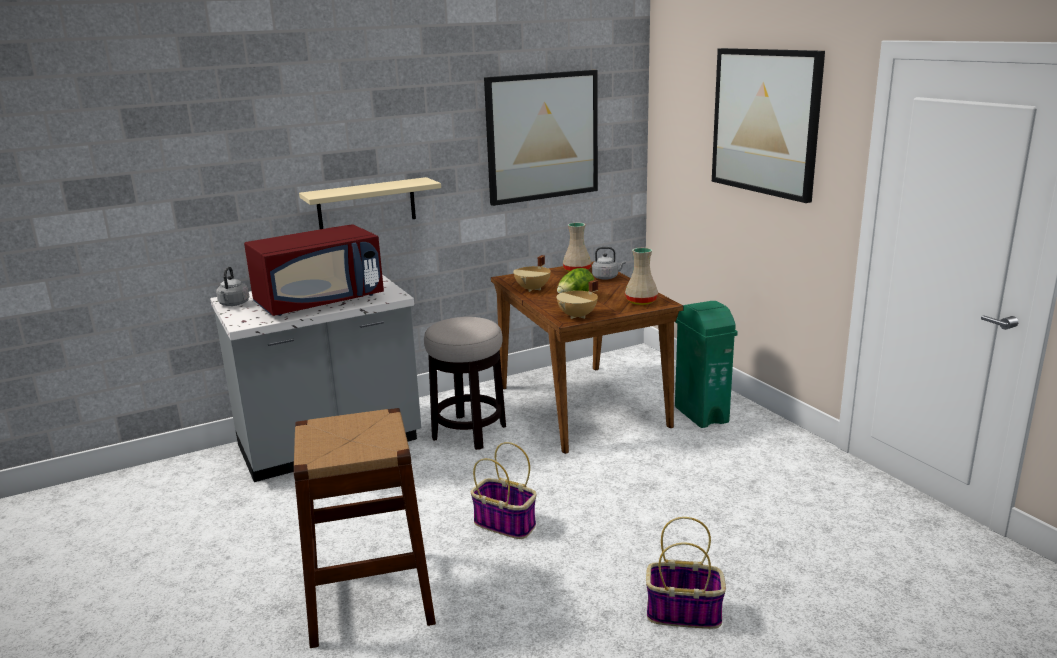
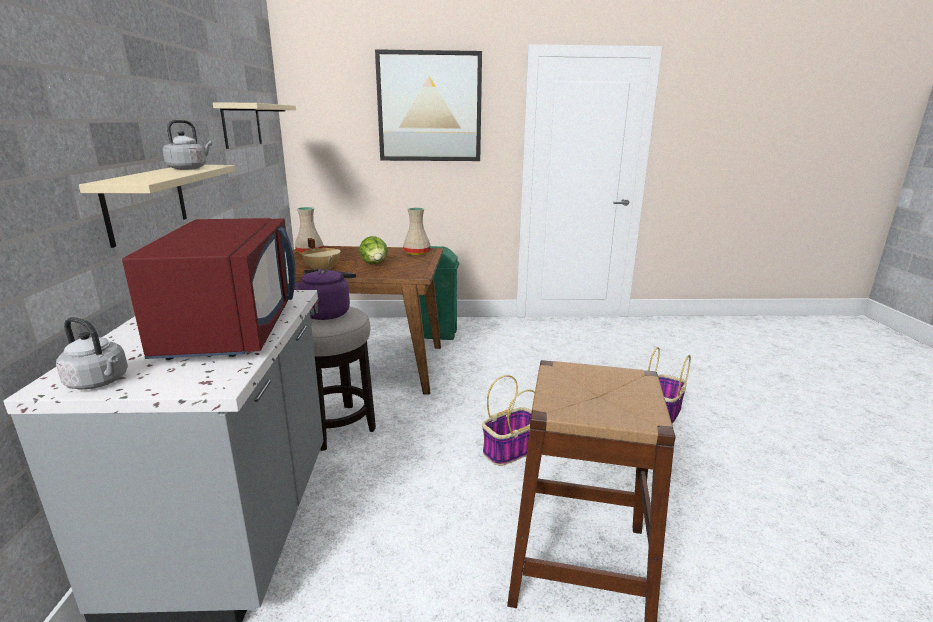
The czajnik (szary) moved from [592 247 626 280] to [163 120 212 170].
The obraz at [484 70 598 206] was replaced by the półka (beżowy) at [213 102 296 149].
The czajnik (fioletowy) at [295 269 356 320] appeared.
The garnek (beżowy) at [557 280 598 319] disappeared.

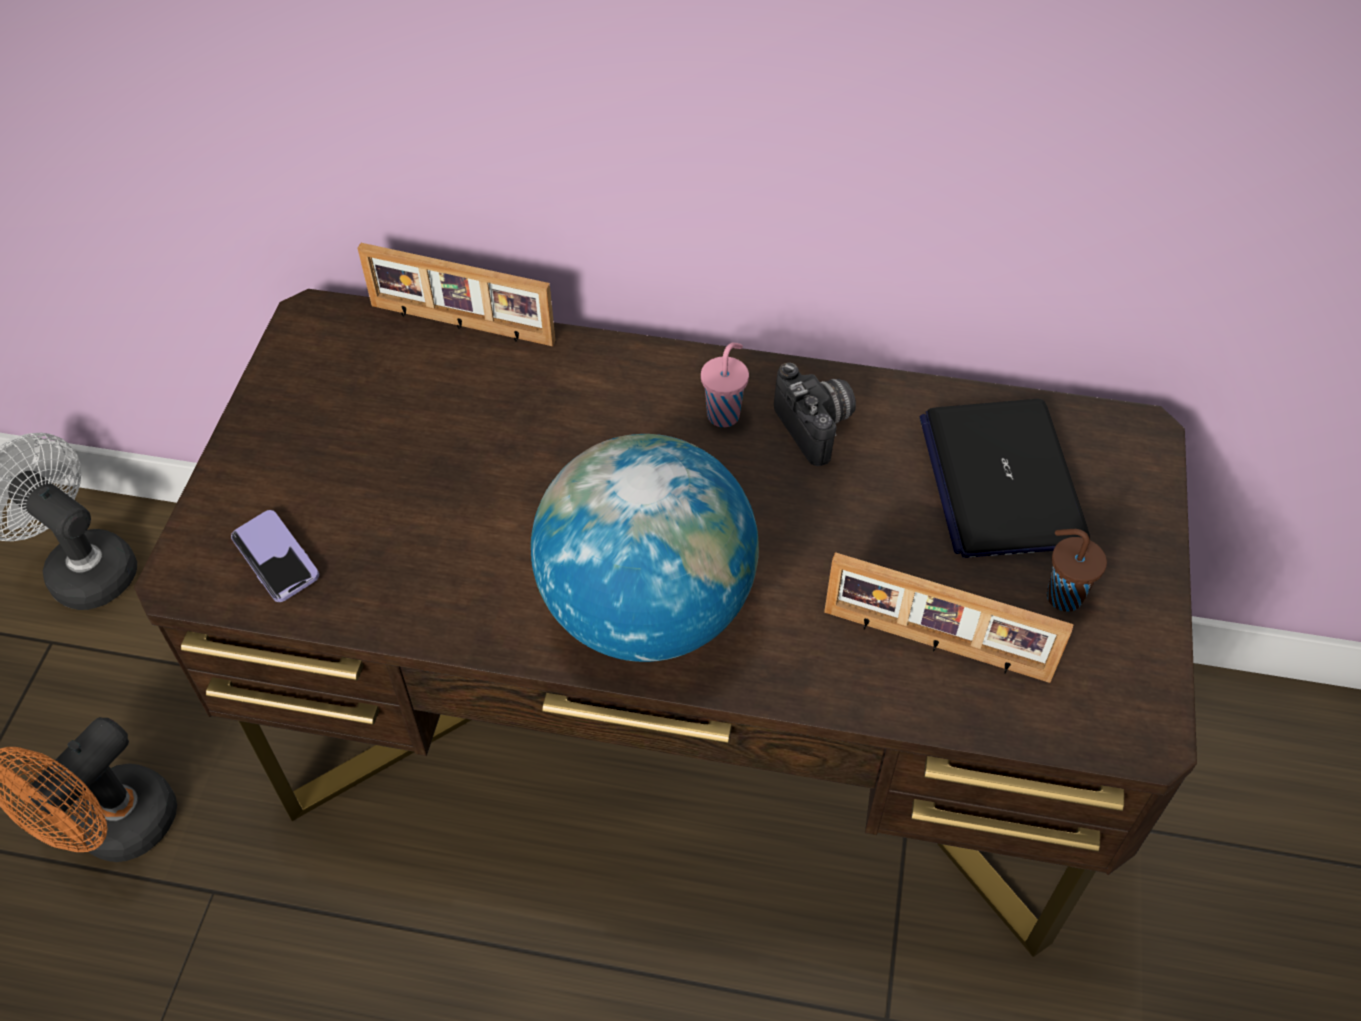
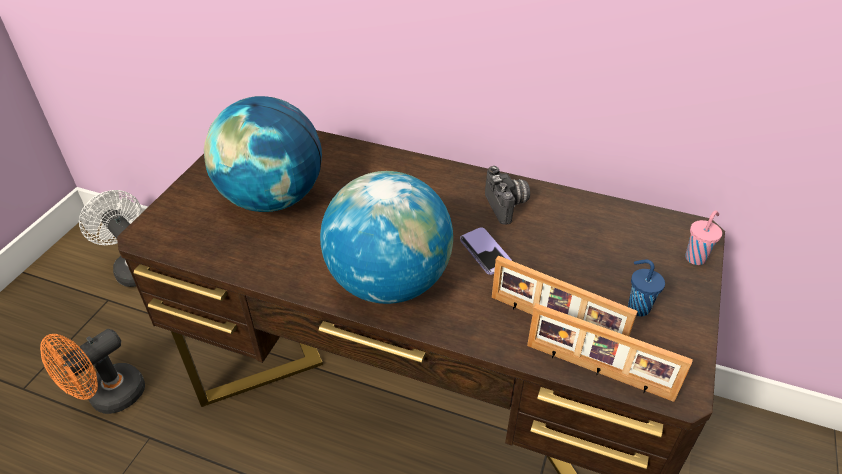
The globus at [204 96 322 212] appeared.
The telefon moved from [231 510 319 602] to [460 228 512 275].
The ramka na zdjęcie moved from [358 243 556 346] to [527 303 693 402].
The filiżanka (brązowy) at [1047 529 1107 612] became the filiżanka (niebieski) at [628 259 665 316].
The filiżanka (różowy) moved from [701 343 749 427] to [685 211 722 265].
The laptop at [920 399 1090 558] disappeared.

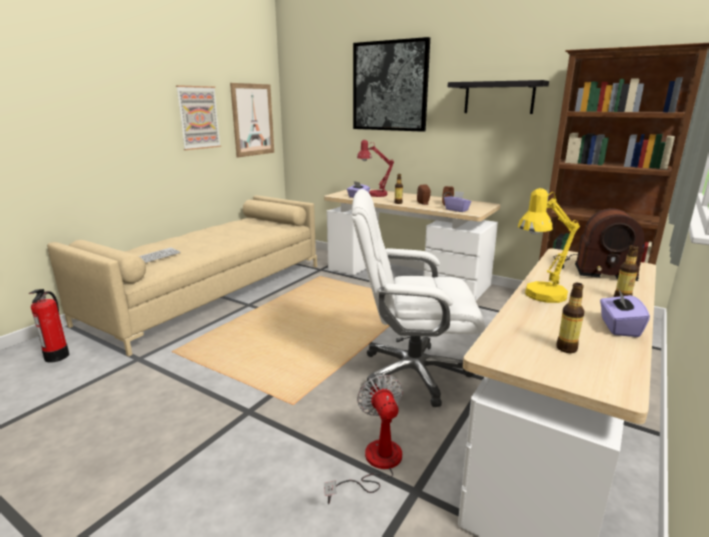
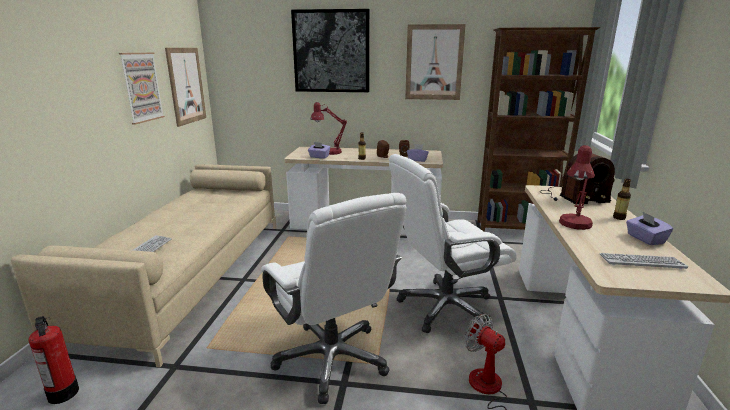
The krzesło biurowe (biały) at [261 193 406 404] appeared.
The półka (czarny) at [448 80 549 114] was replaced by the obraz at [405 24 466 100].
The lampa stołowa (żółty) at [518 188 580 303] became the lampa stołowa (czerwony) at [559 145 595 230].
The butelka at [556 283 585 353] was replaced by the klawiatura at [599 253 688 270].

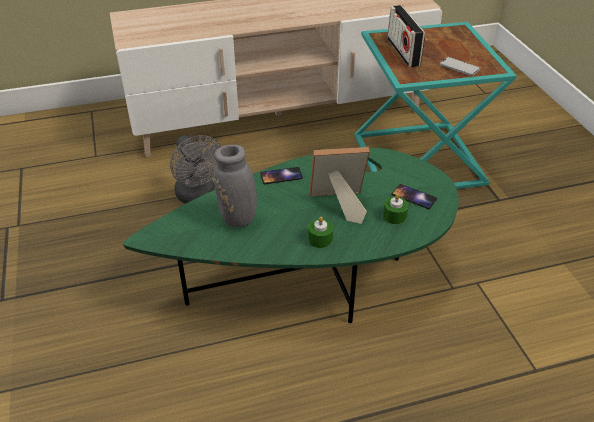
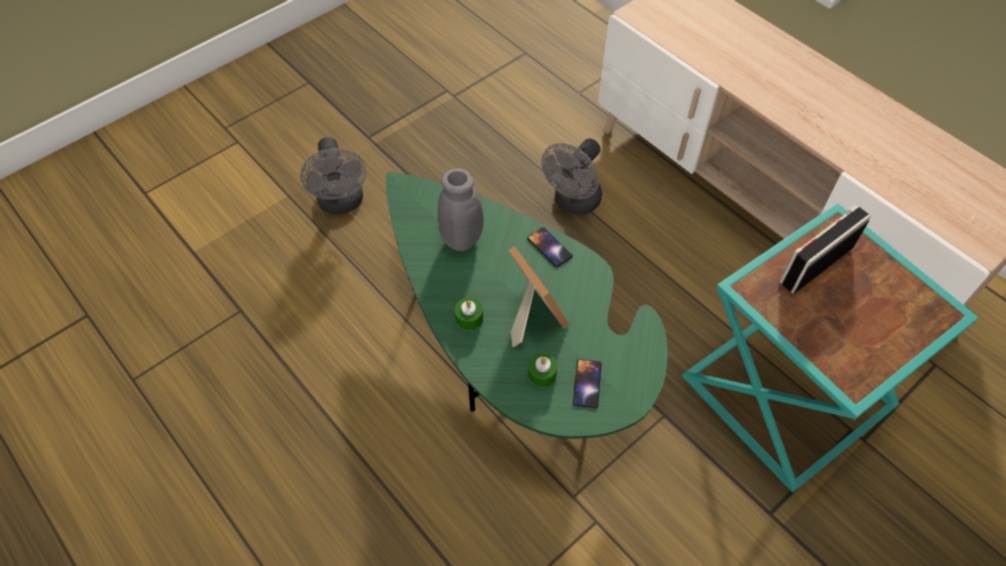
The wentylator (szary) at [300 137 366 214] appeared.
The telefon at [439 57 480 76] disappeared.

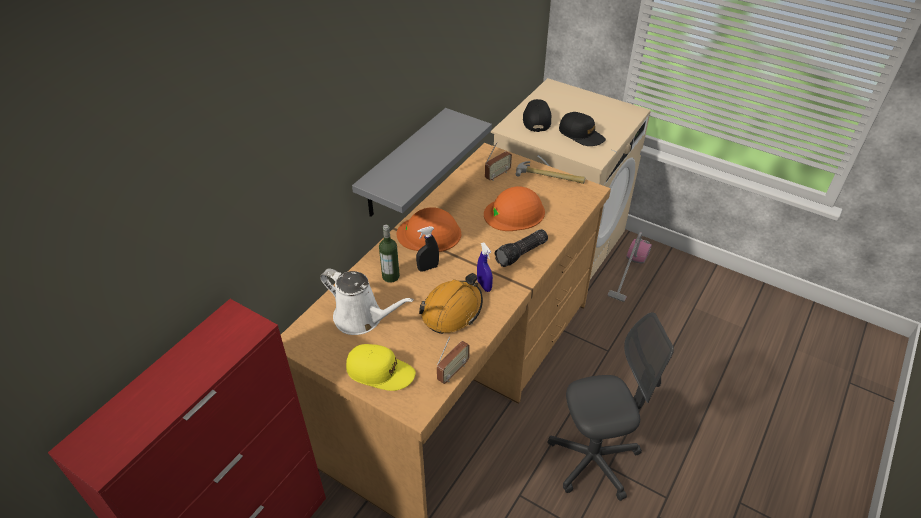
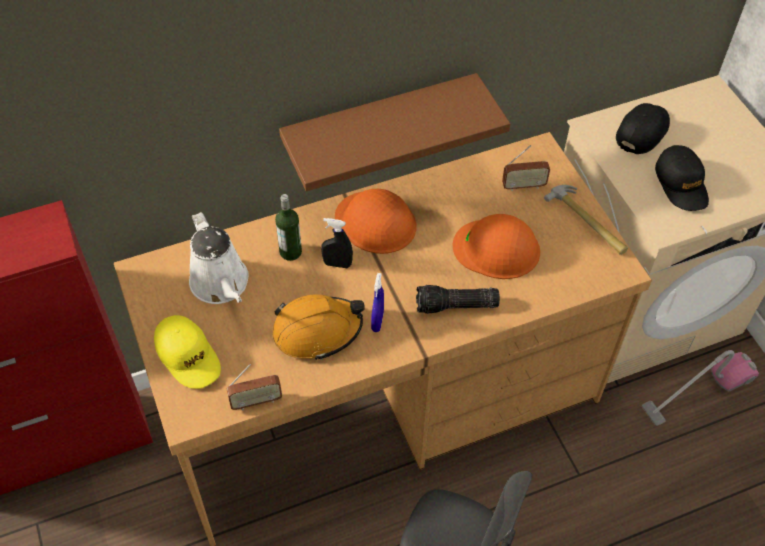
The półka (szary) at [352 108 492 217] became the półka (brązowy) at [279 73 510 191].

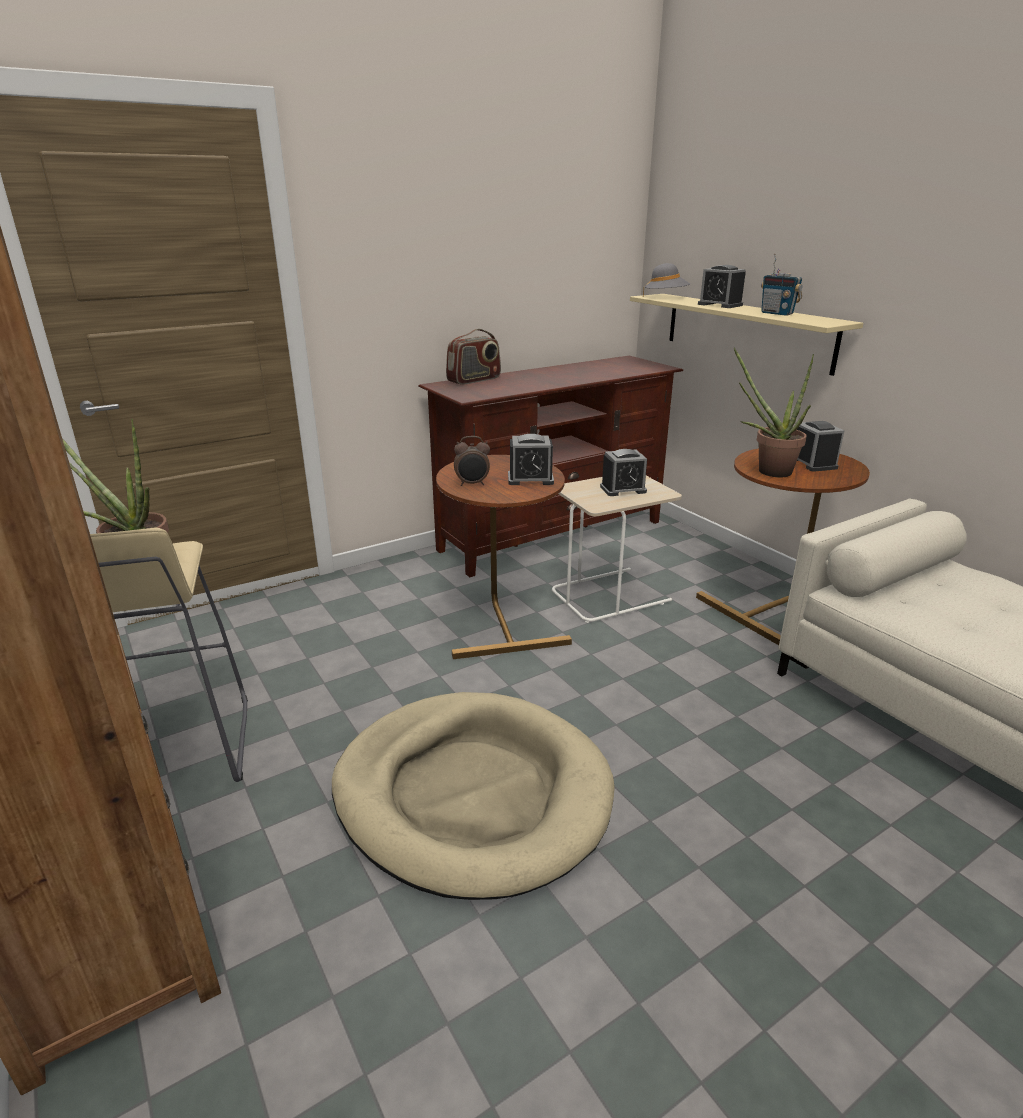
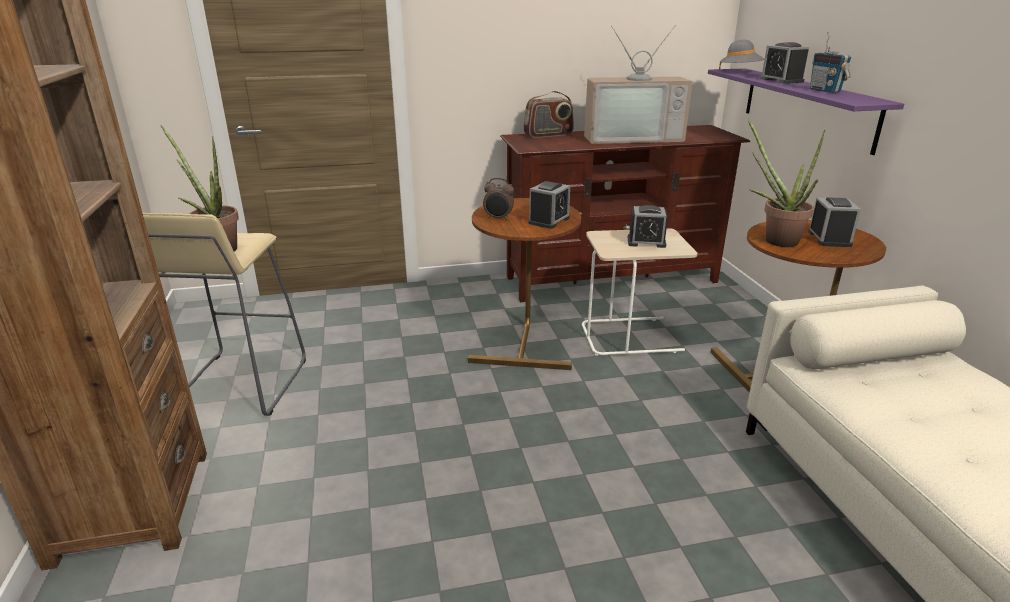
The budzik at [508 434 554 485] turned 75 degrees counterclockwise.
The telewizor at [584 25 692 144] appeared.
The półka (beżowy) at [630 294 863 376] became the półka (fioletowy) at [708 68 904 155].
The legowisko (beżowy) at [332 692 615 900] disappeared.

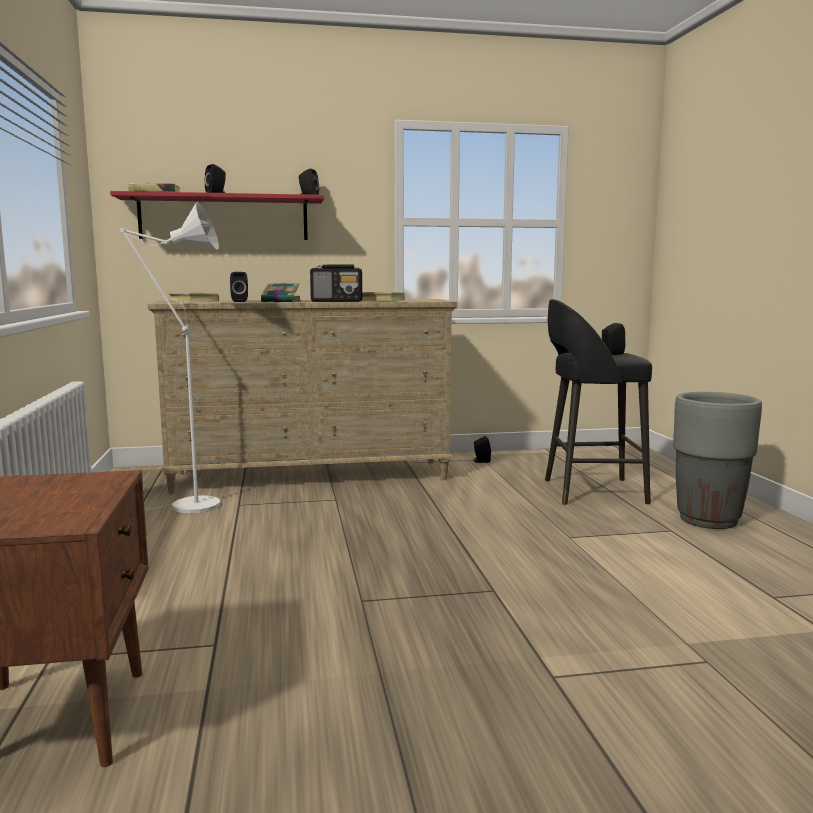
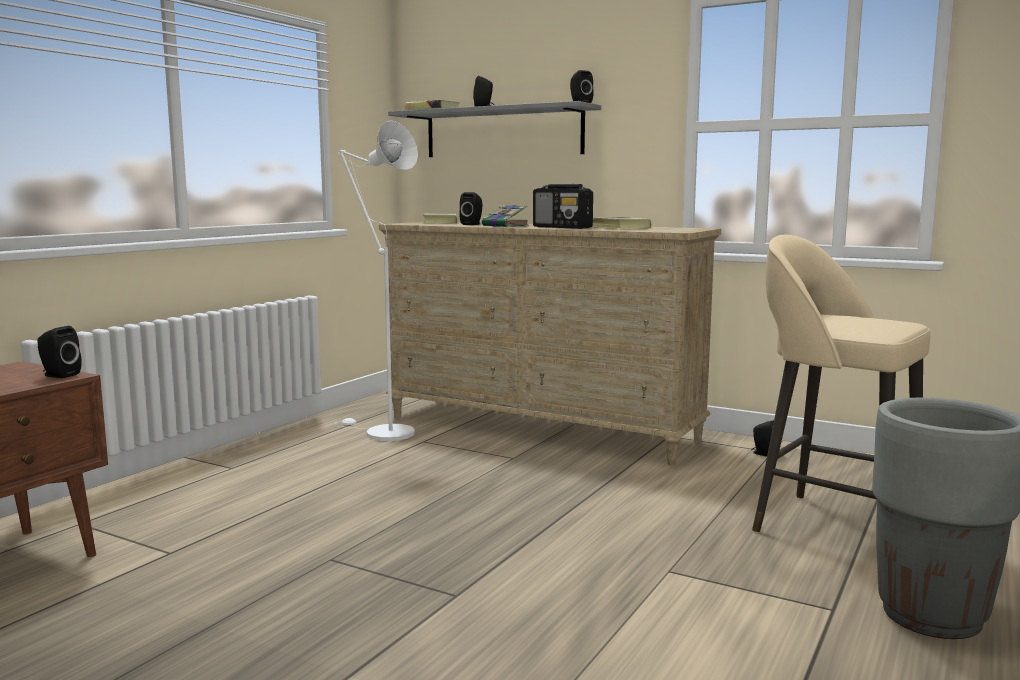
The głośnik (czarny) moved from [602 323 625 355] to [37 326 82 378].
The półka (czerwony) at [110 191 324 240] became the półka (szary) at [388 101 601 157].
The stołek (czarny) at [545 299 652 505] became the stołek (beżowy) at [752 235 930 532].

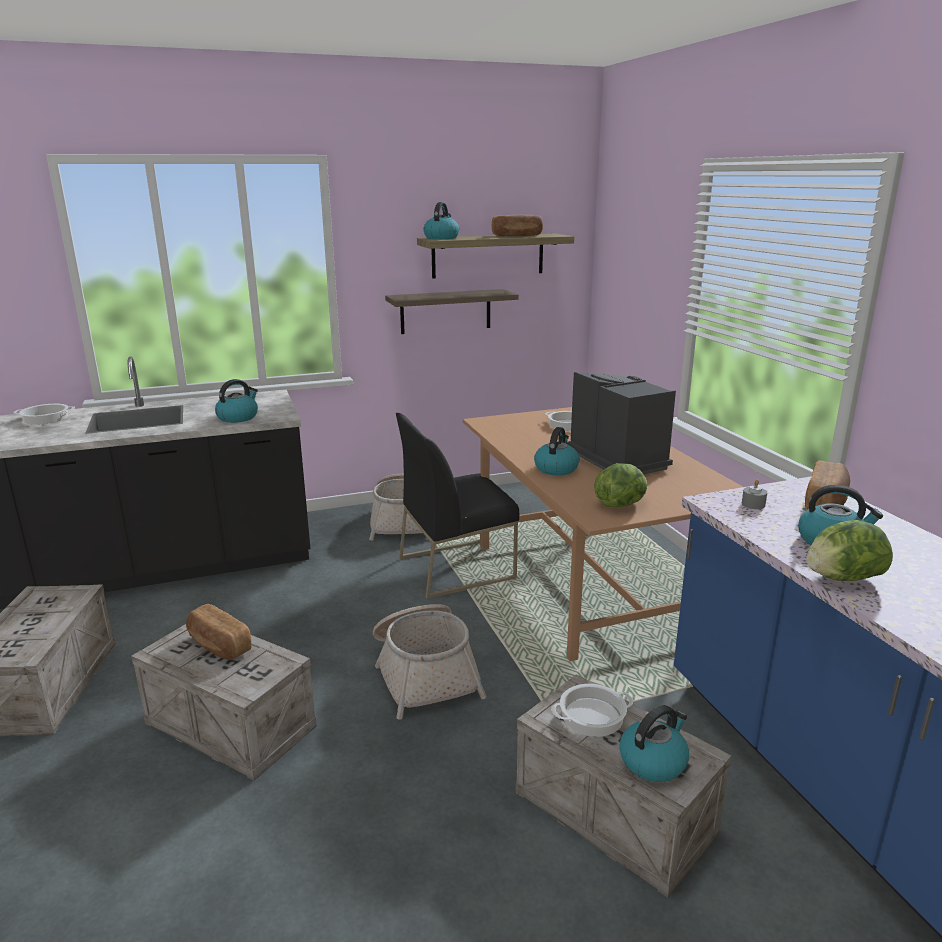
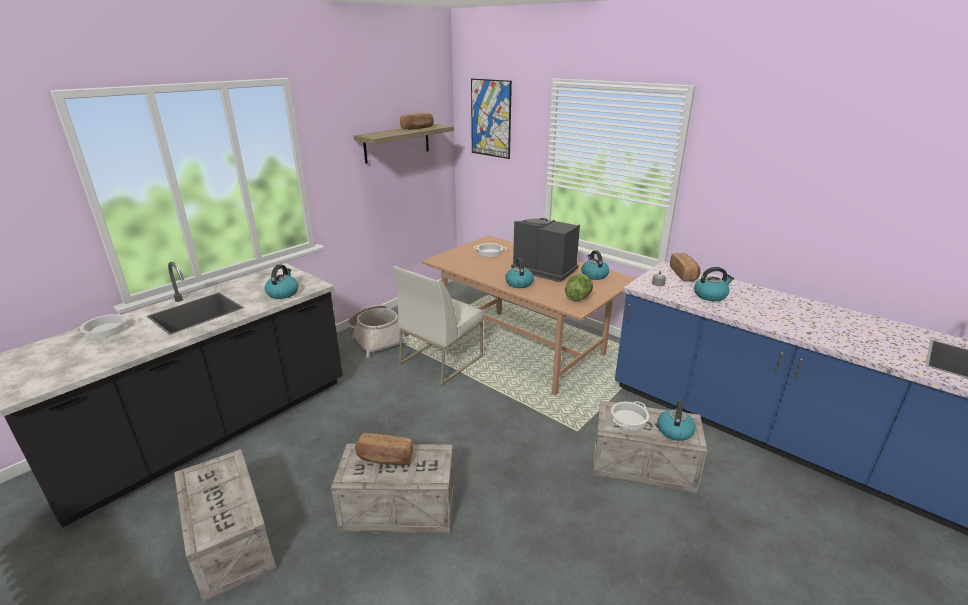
The krzesło (czarny) at [396 413 519 599] became the krzesło (biały) at [392 266 484 385].
The obraz at [471 78 512 159] appeared.
The czajnik moved from [424 202 459 239] to [581 250 609 280].
The koszyk at [373 604 487 720] disappeared.
The półka at [385 289 519 334] disappeared.
The sałata at [807 520 893 581] disappeared.

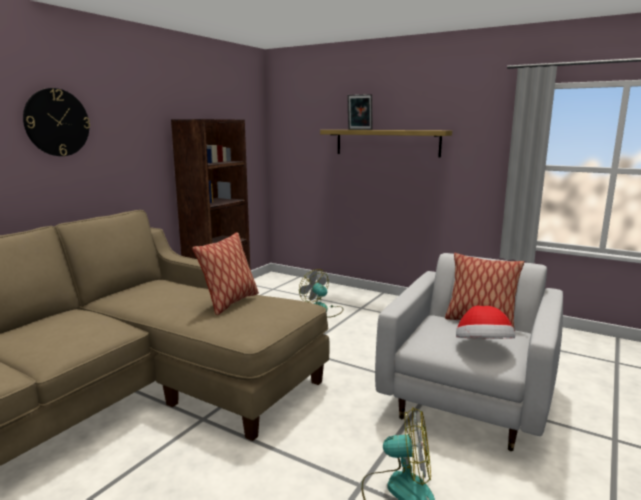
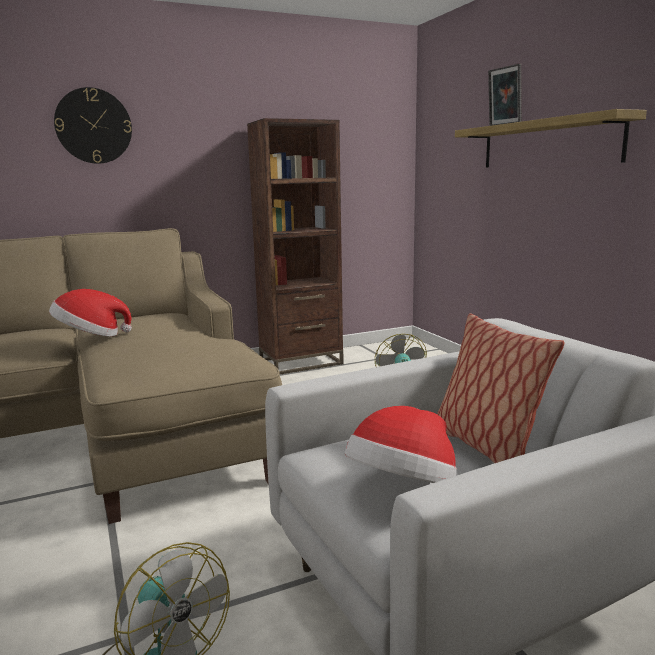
The kapelusz at [49 289 132 337] appeared.
The poduszka at [192 232 259 315] disappeared.

